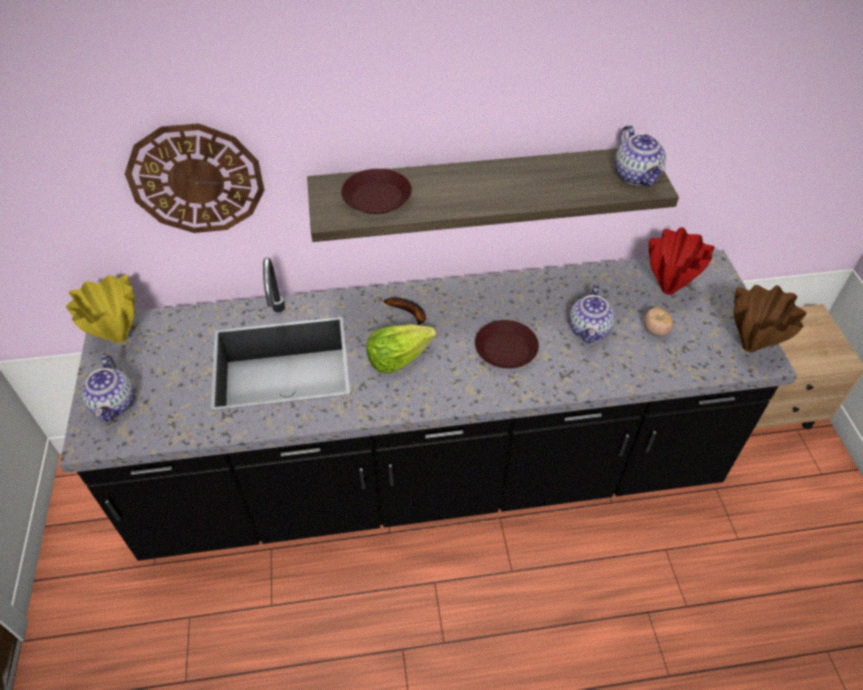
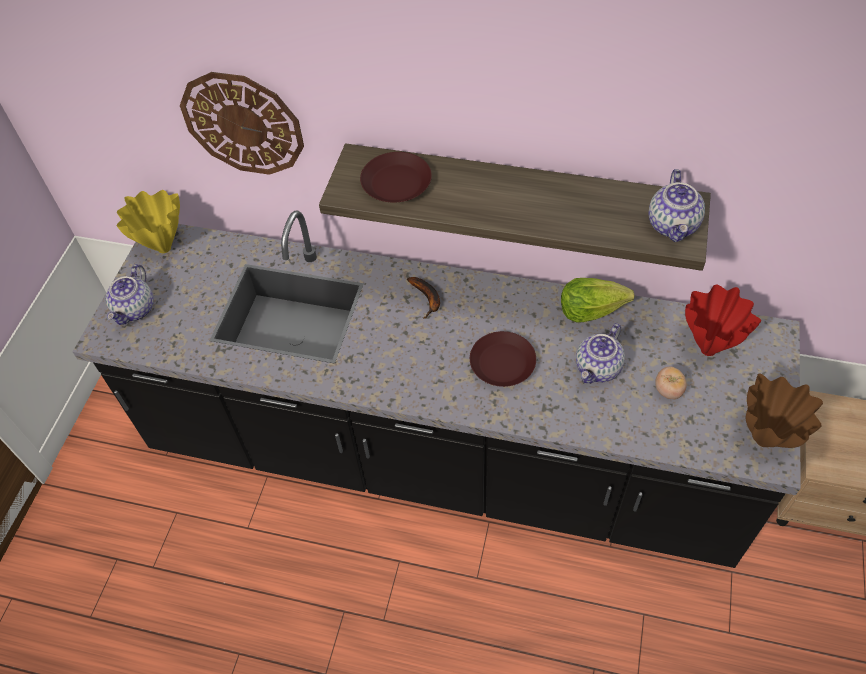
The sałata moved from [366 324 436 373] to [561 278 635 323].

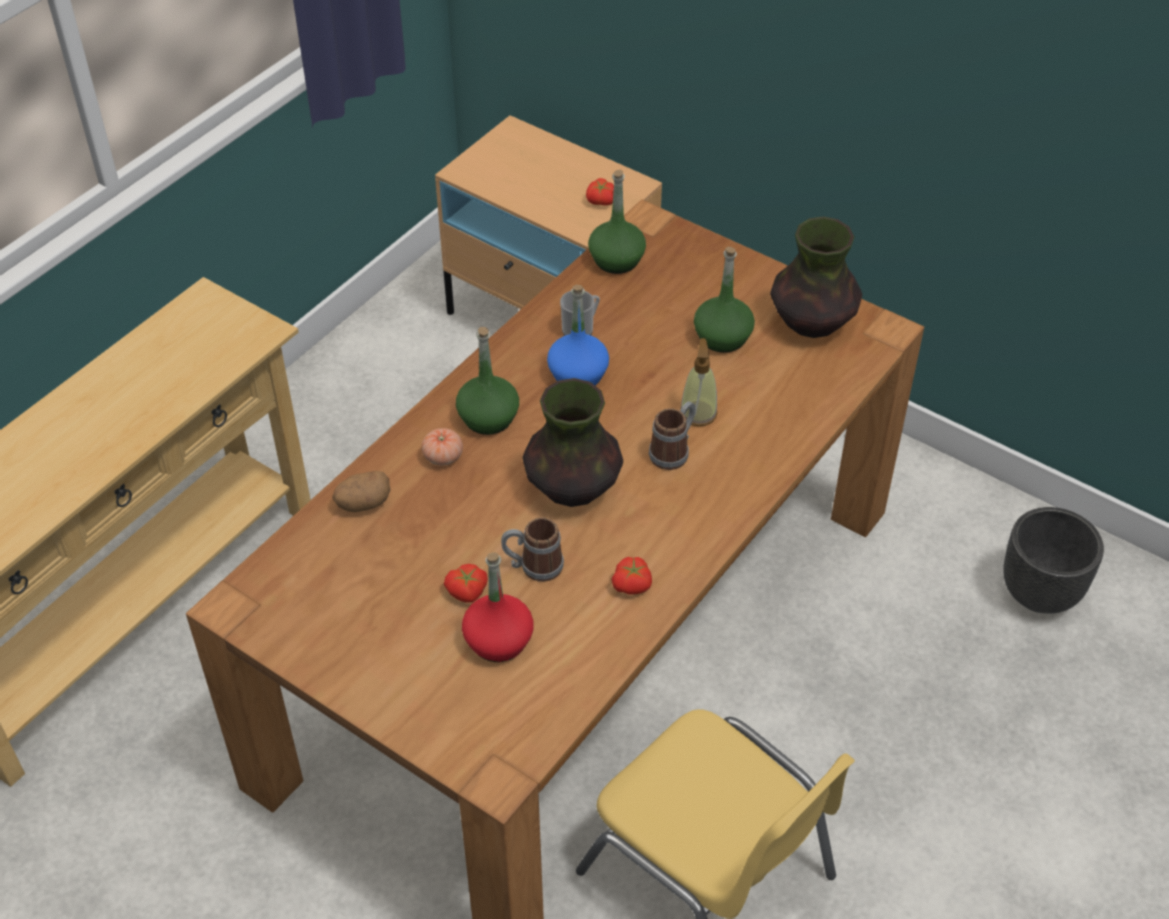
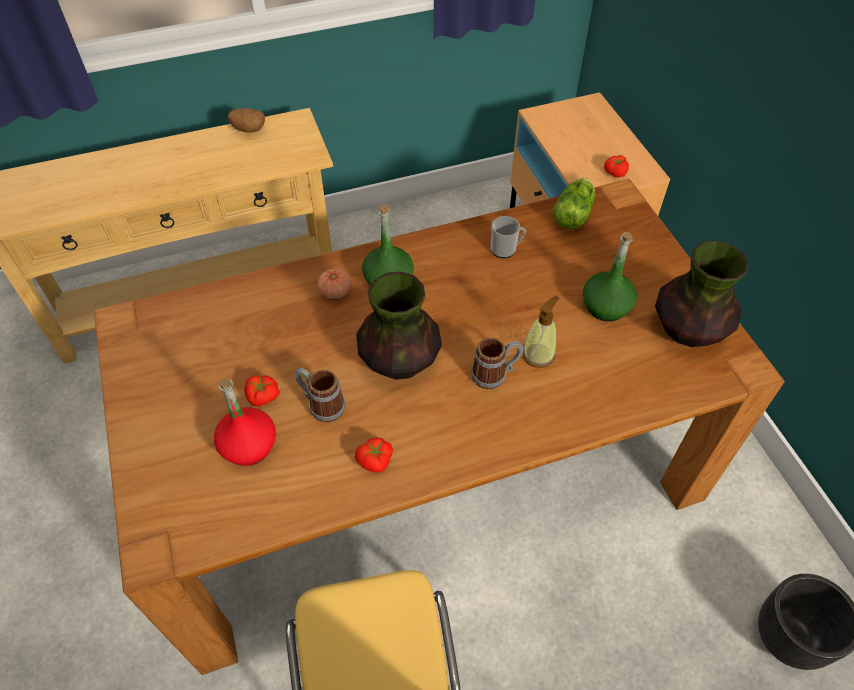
The ziemniak moved from [332 471 391 512] to [228 108 265 133].
The butelka (zielony) at [588 170 646 274] was replaced by the sałata at [552 178 595 230].
The butelka (niebieski) at [547 285 609 385] disappeared.

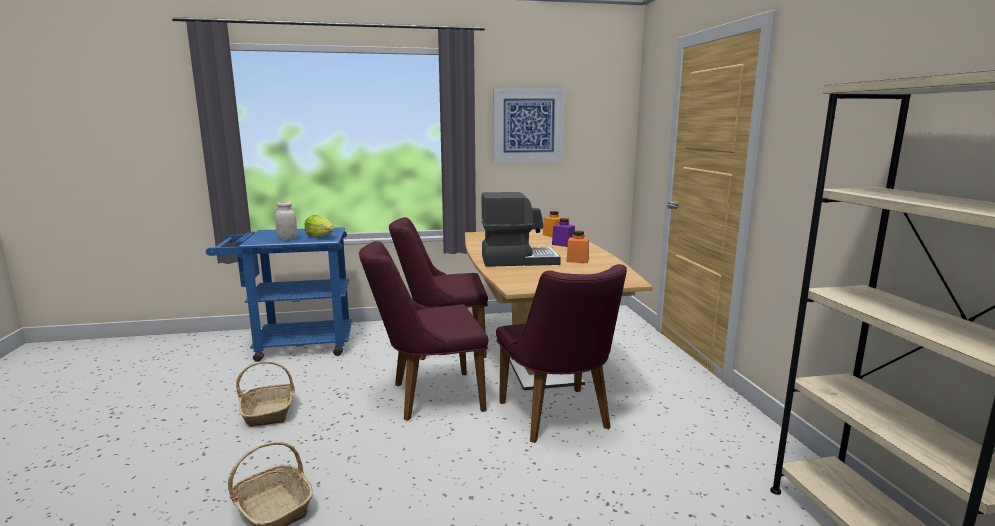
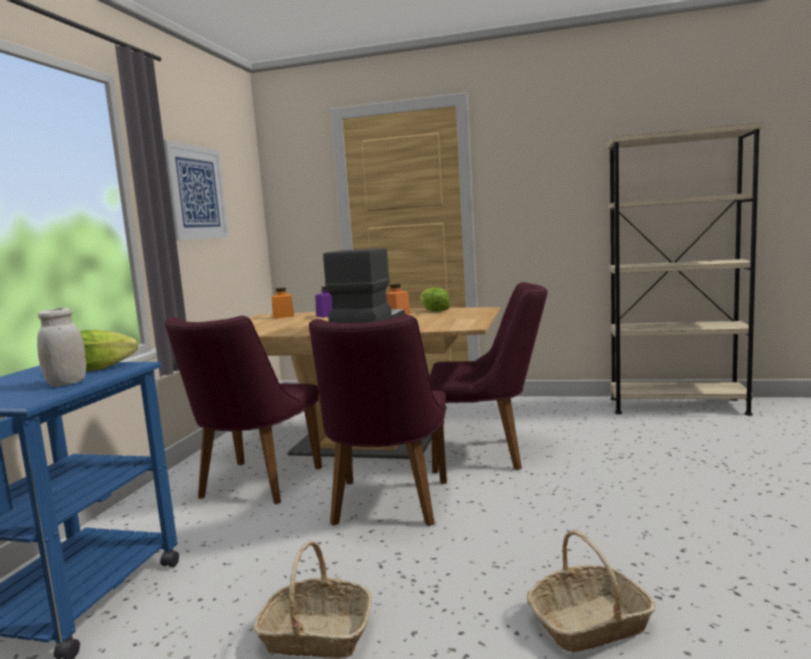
The sałata at [420 287 450 312] appeared.

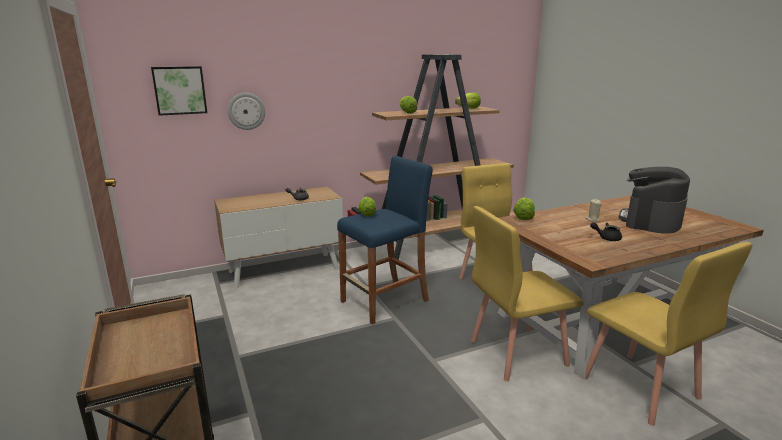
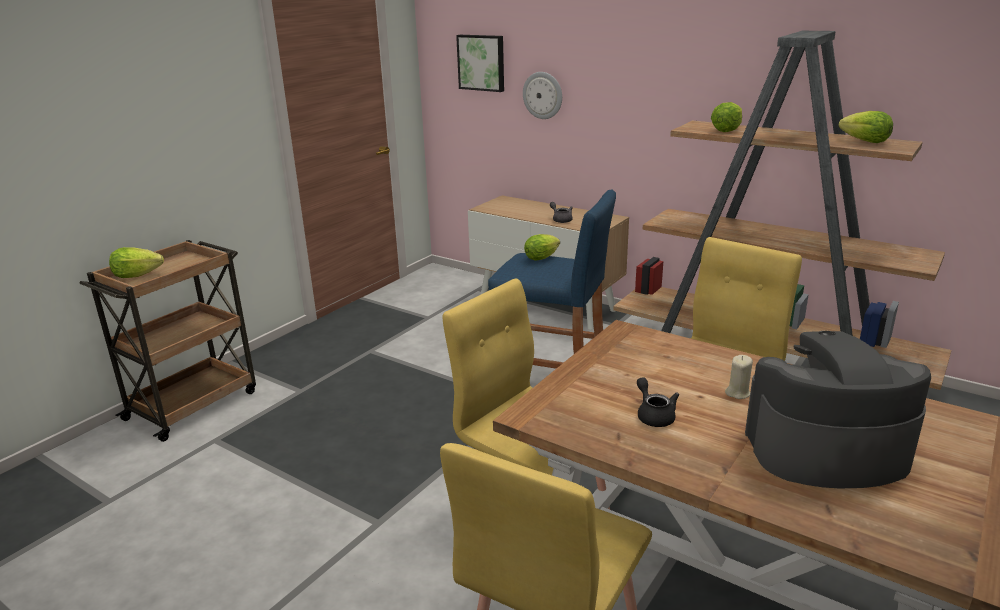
The sałata moved from [513 198 535 220] to [109 247 164 278].

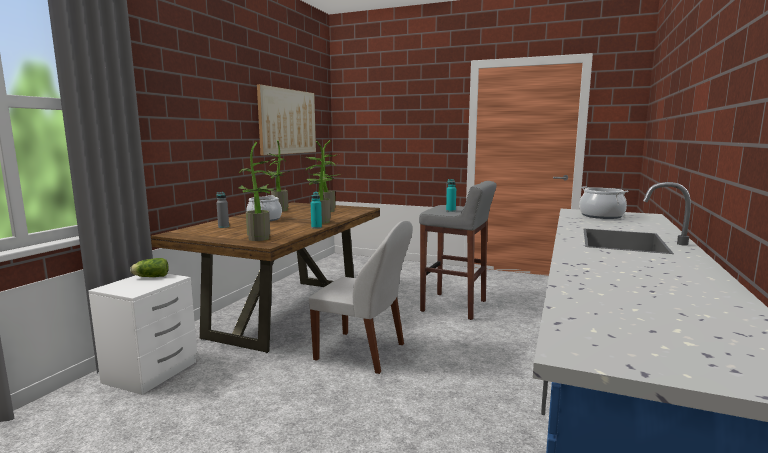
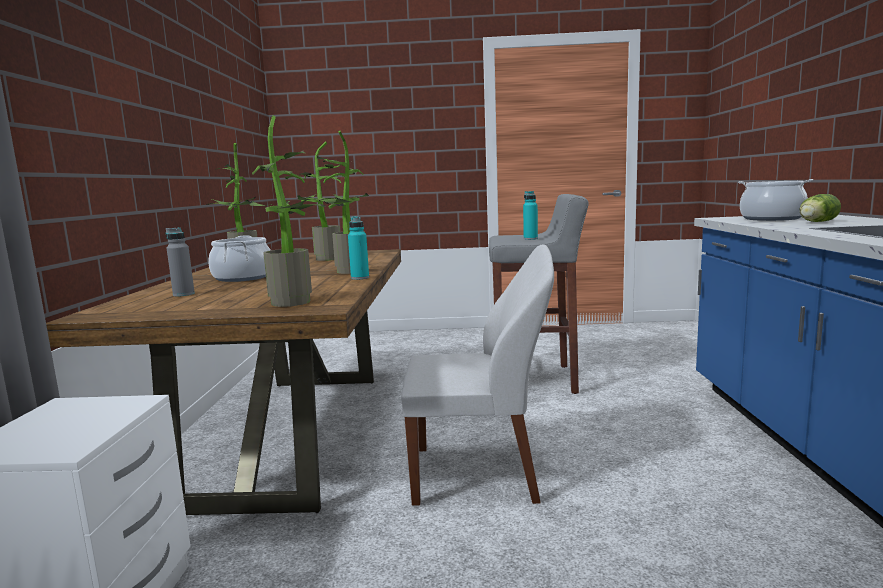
The sałata moved from [130 258 168 277] to [799 194 841 222].
The obraz at [257 84 316 155] disappeared.

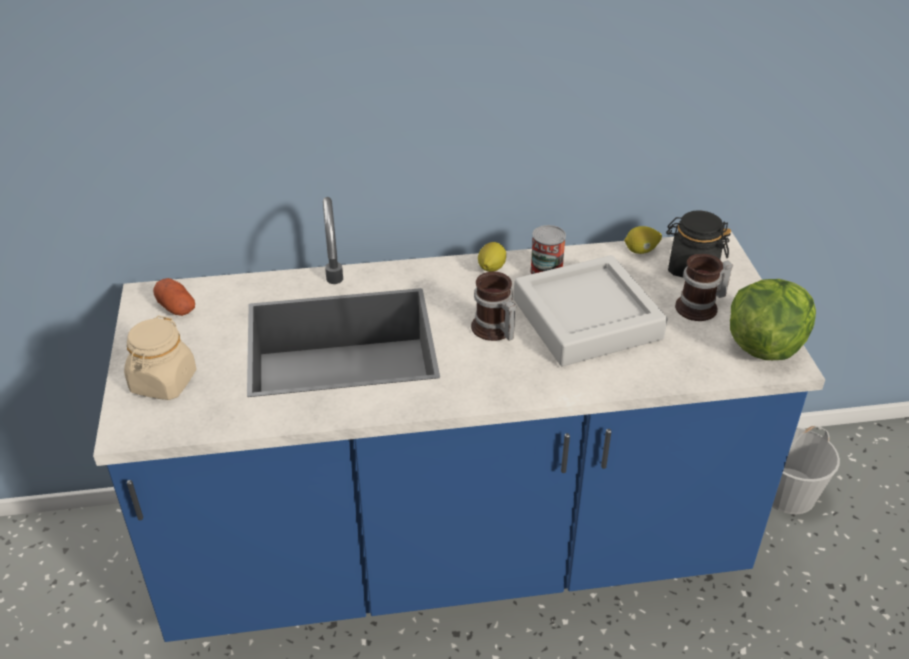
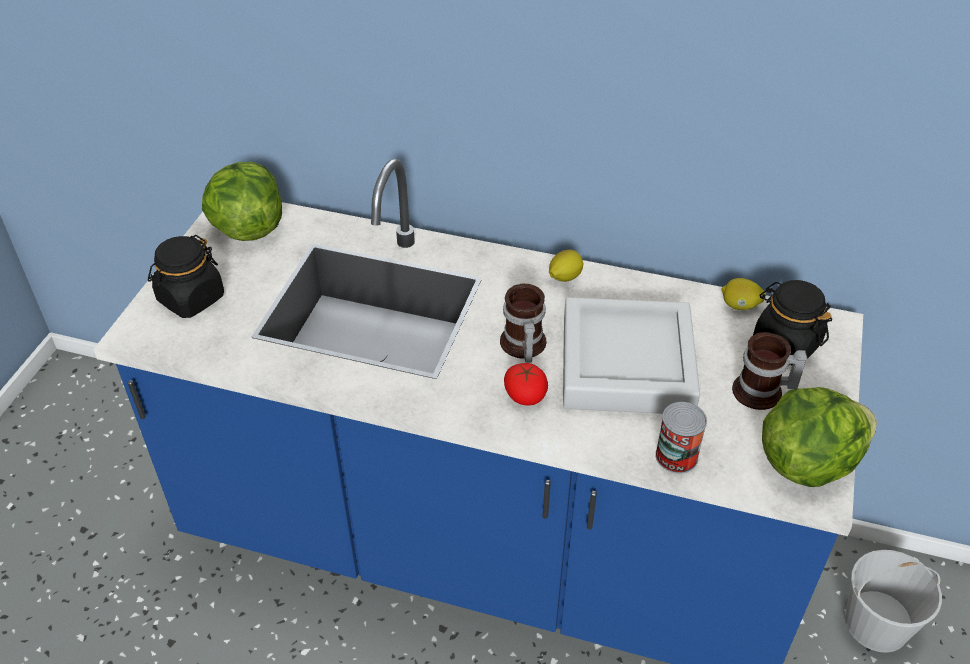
The słoik (beżowy) at [124 316 197 400] became the słoik (czarny) at [148 235 224 318].
The ziemniak at [153 278 195 316] was replaced by the sałata at [202 162 282 241].
The pomidor at [504 363 548 406] appeared.
The puszka moved from [530 225 566 274] to [655 402 707 474].

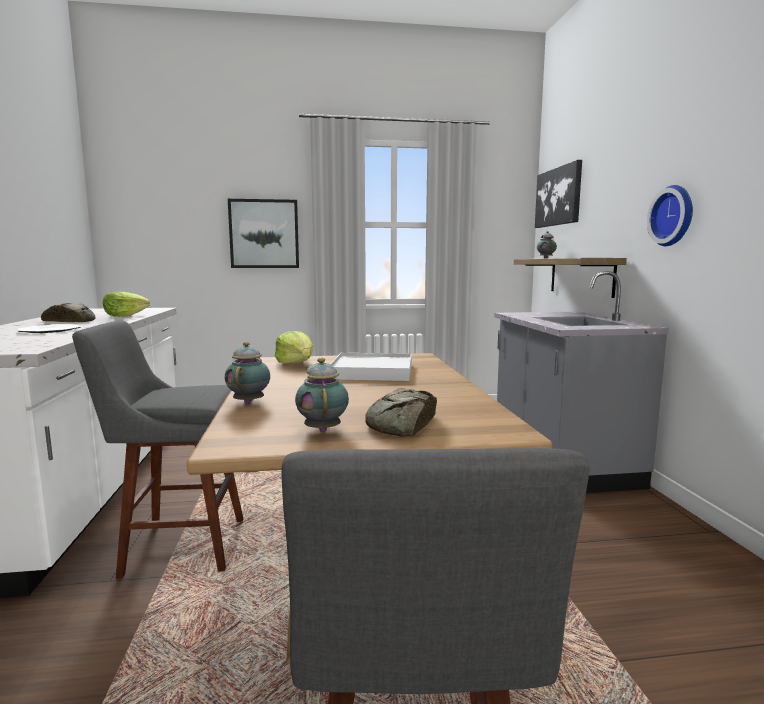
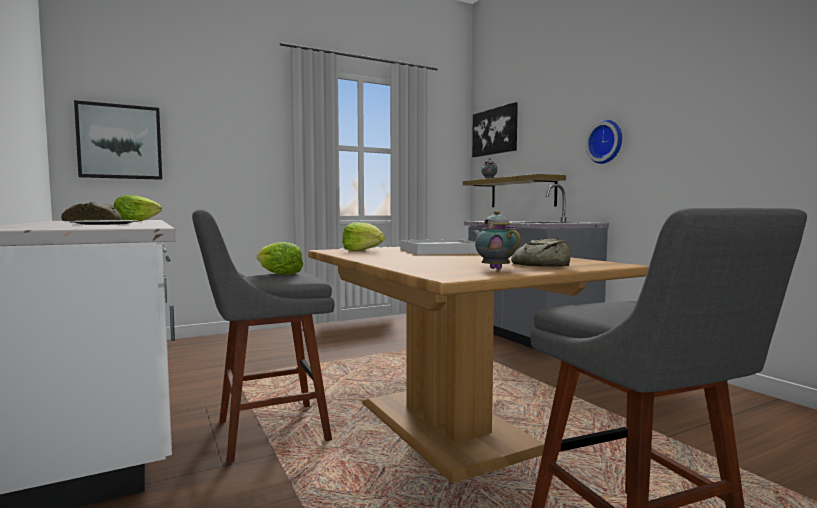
The obraz moved from [228 199 299 268] to [74 100 162 180].
The sałata at [257 242 303 275] appeared.
The imbryk at [225 342 270 404] disappeared.

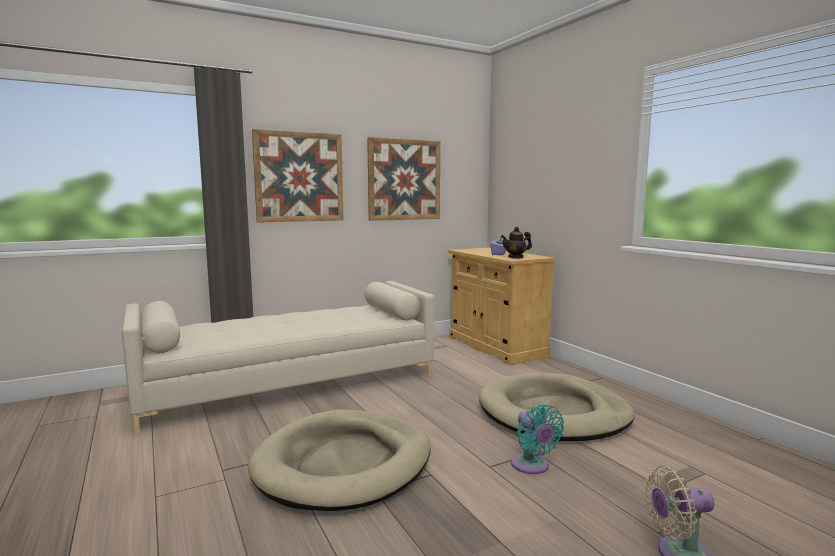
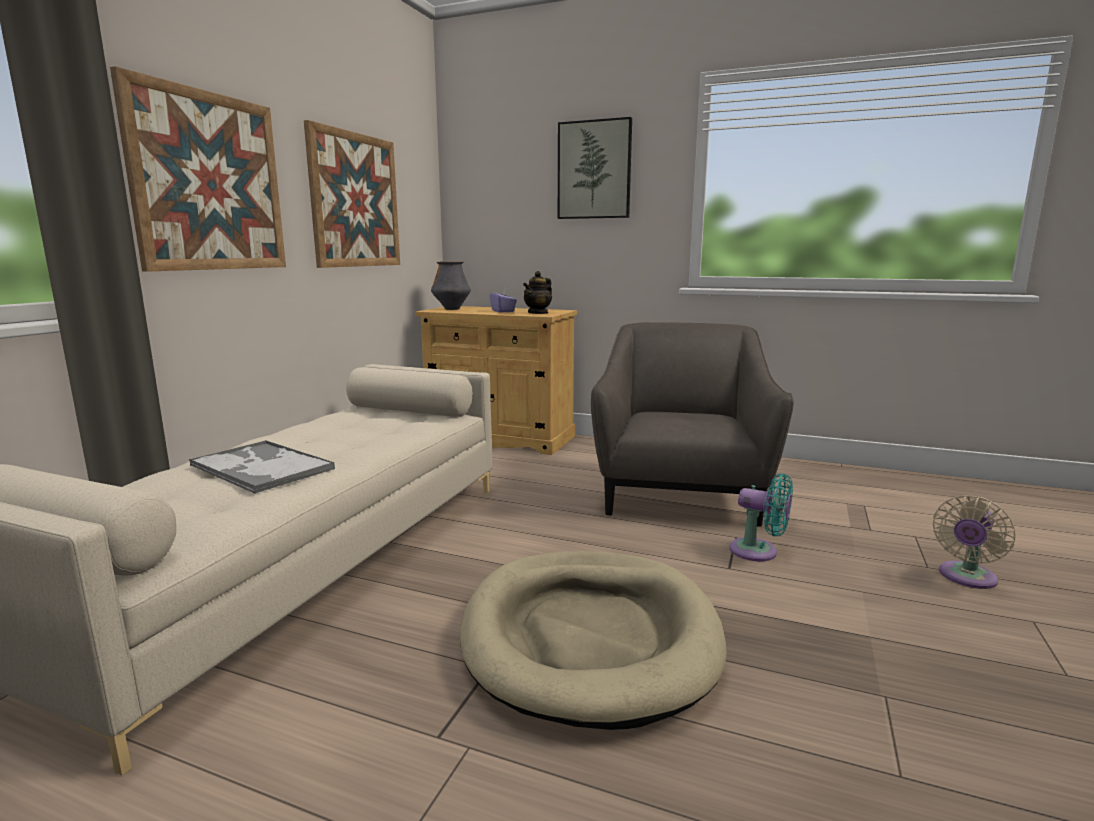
The taca at [189 440 335 494] appeared.
The wazon at [431 261 471 310] appeared.
The obraz at [558 117 632 219] appeared.
The legowisko (beżowy) at [479 372 635 441] was replaced by the fotel (szary) at [591 322 794 527].

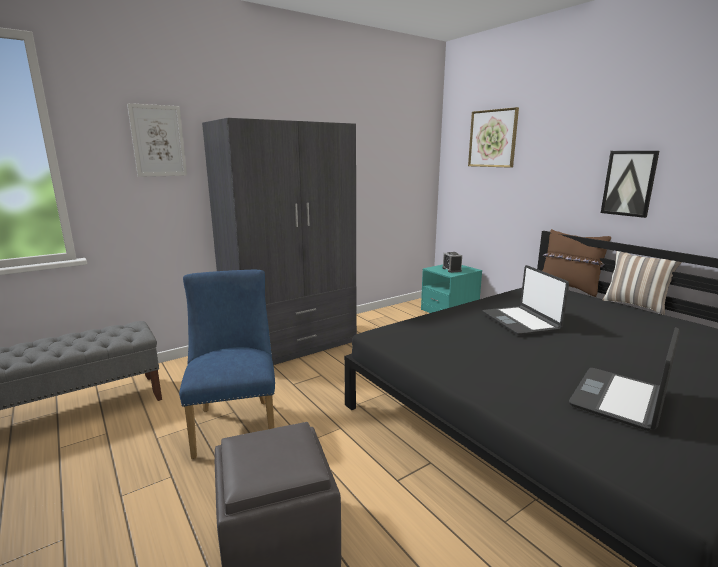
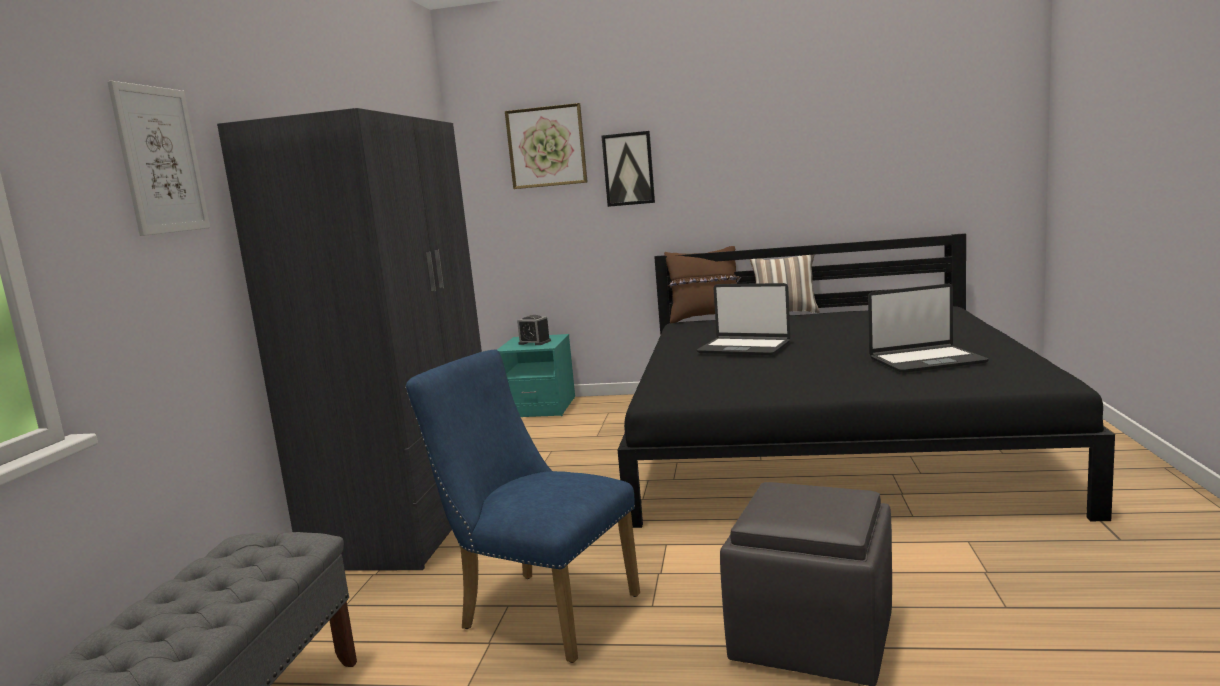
The obraz moved from [601 151 659 218] to [601 131 655 207].
The laptop at [569 327 680 431] turned 90 degrees counterclockwise.

